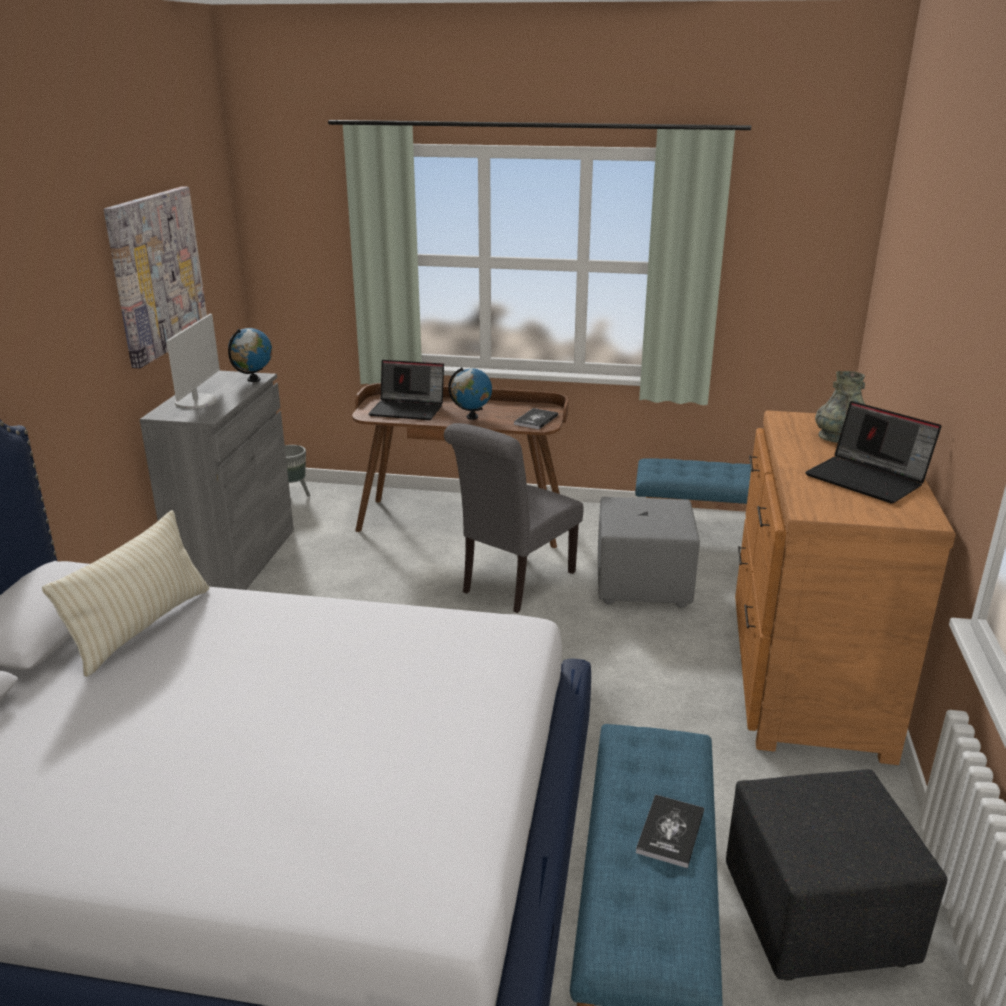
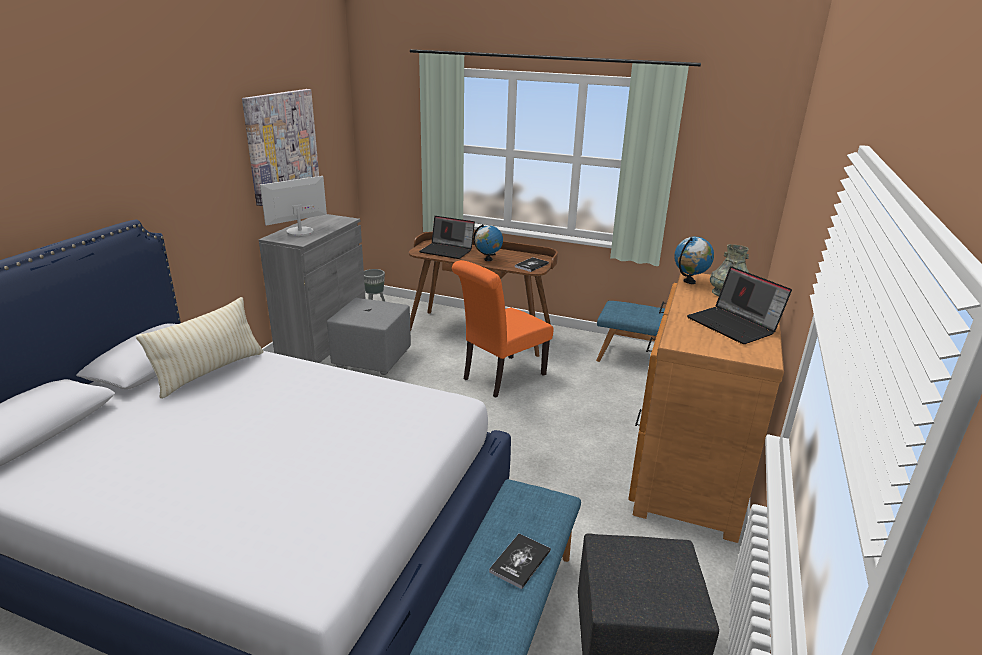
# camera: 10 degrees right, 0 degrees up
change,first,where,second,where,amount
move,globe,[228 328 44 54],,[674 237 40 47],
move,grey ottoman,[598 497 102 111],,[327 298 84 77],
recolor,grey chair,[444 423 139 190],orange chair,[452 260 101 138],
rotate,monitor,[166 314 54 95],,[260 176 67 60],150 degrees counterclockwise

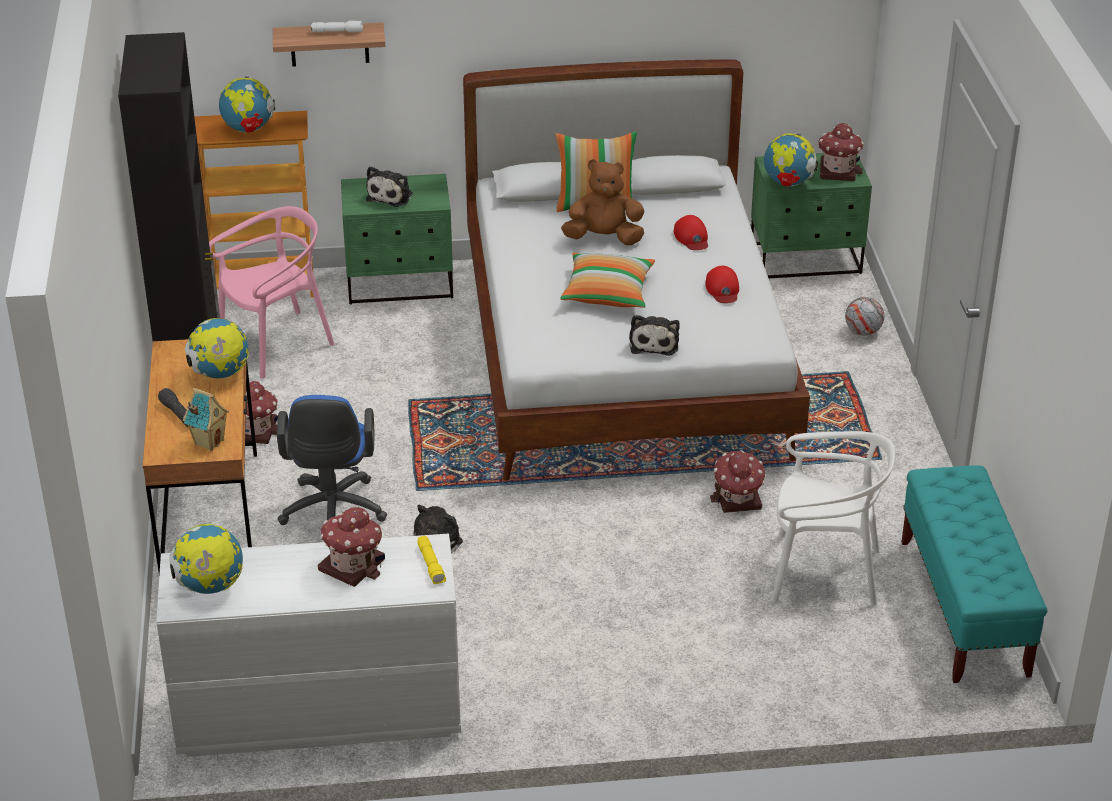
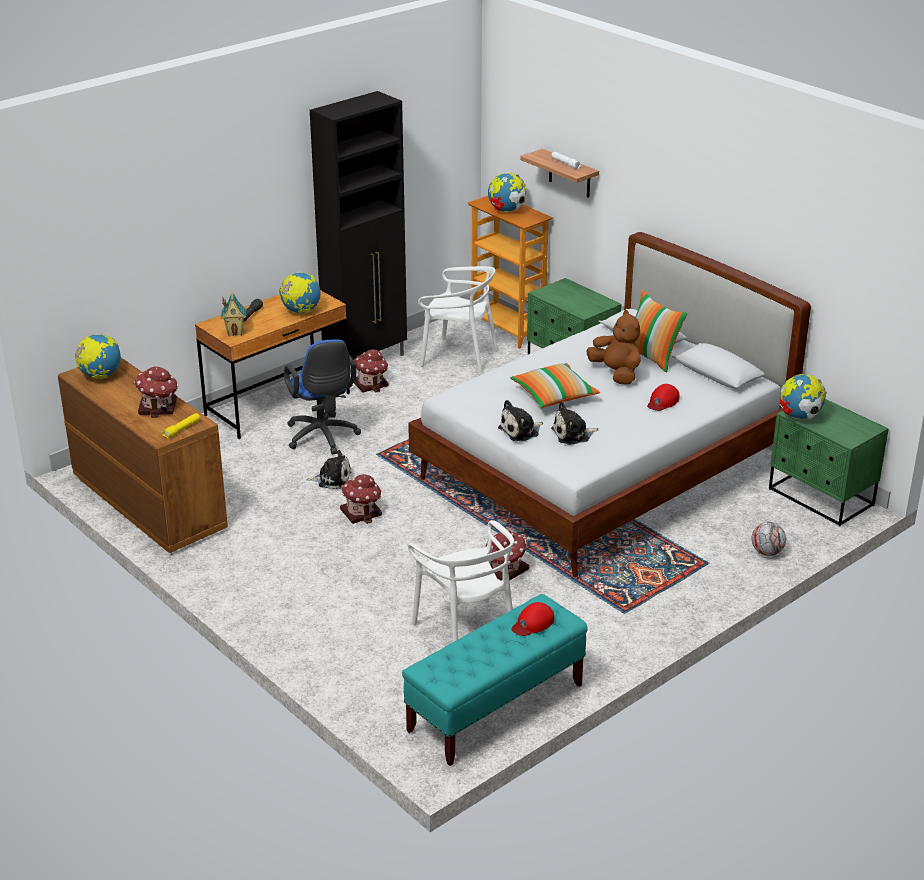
# camera: 55 degrees right, 5 degrees down
change,first,where,second,where,amount
move,plush toy,[366 166 47 41],,[551 402 48 43],
move,red cap,[705 266 34 37],,[511 602 43 34],
move,toy house,[818 123 46 58],,[340 474 42 50],
recolor,white dresser,[156 533 305 224],brown dresser,[58 358 170 195],
recolor,pink chair,[209 206 125 173],white chair,[418 266 80 108],
rotate,blue office chair,[277 395 110 130],,[284 339 77 116],75 degrees counterclockwise

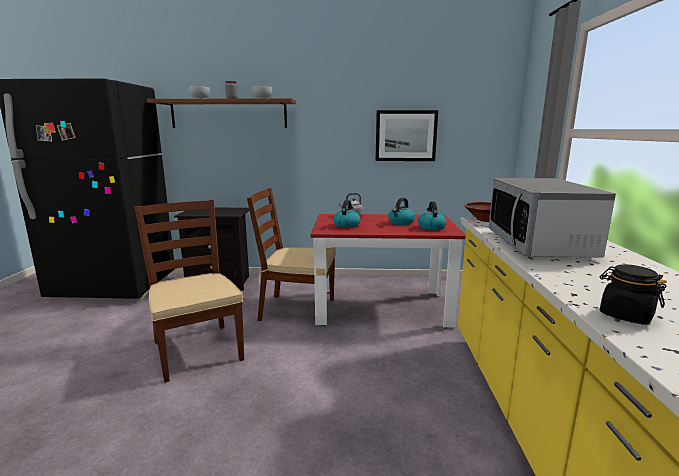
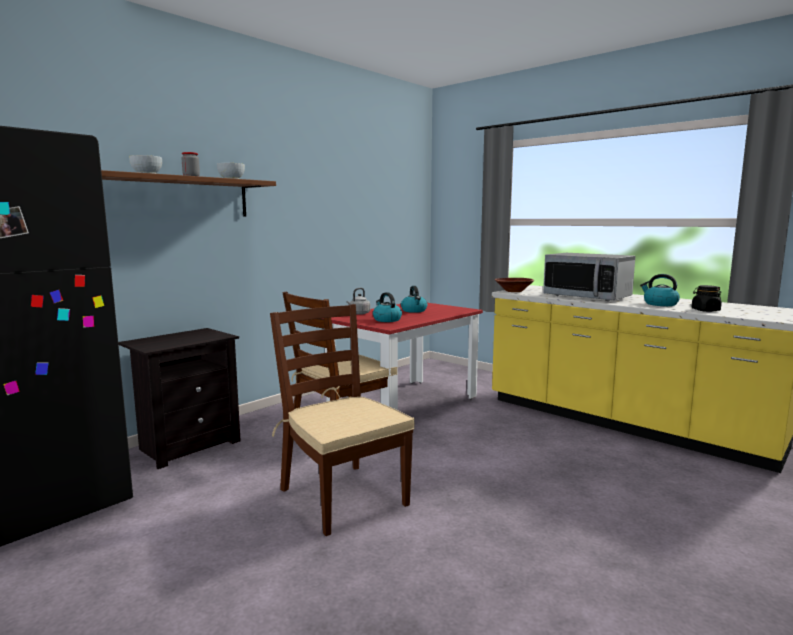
# camera: 50 degrees left, 5 degrees down
change,first,where,second,where,amount
delete,picture,[375 110 63 51],,,
move,kettle,[418 201 29 30],,[640 274 40 32],
rotate,brown chair,[134 200 110 183],,[270 304 145 232],45 degrees clockwise

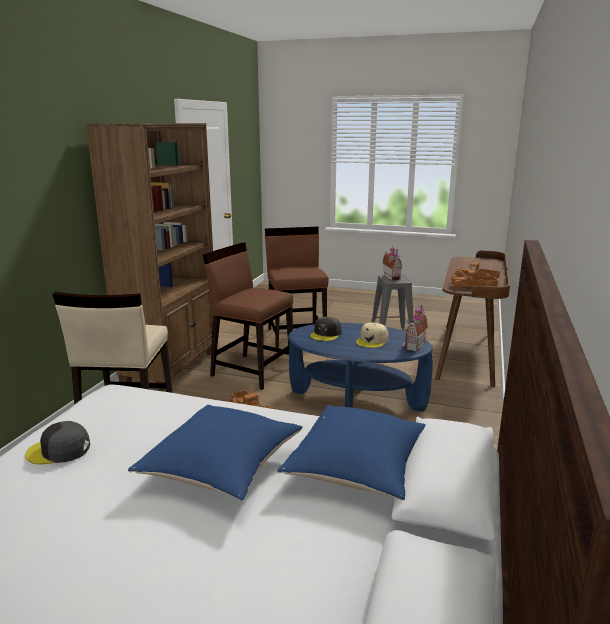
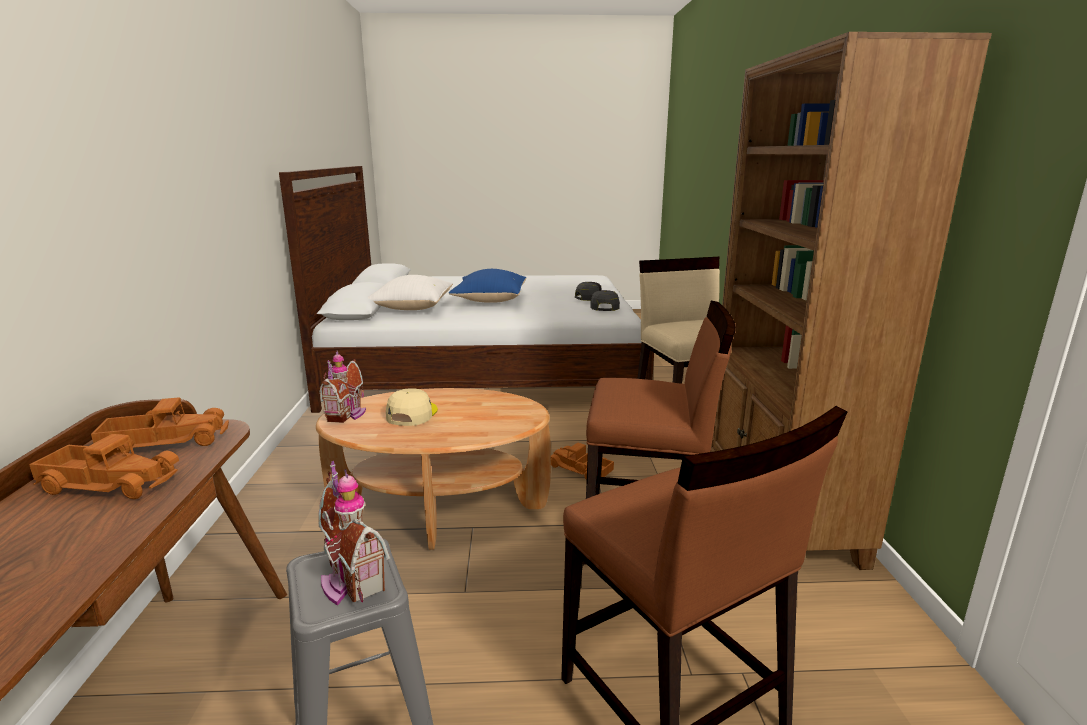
# camera: 160 degrees right, 0 degrees up
change,first,where,second,where,amount
move,grey cap,[310 317 32 24],,[590 290 30 21],
recolor,blue pillow,[277 405 149 96],white pillow,[367 275 86 35],
recolor,blue coffee table,[288 323 145 89],brown coffee table,[316 388 235 162],

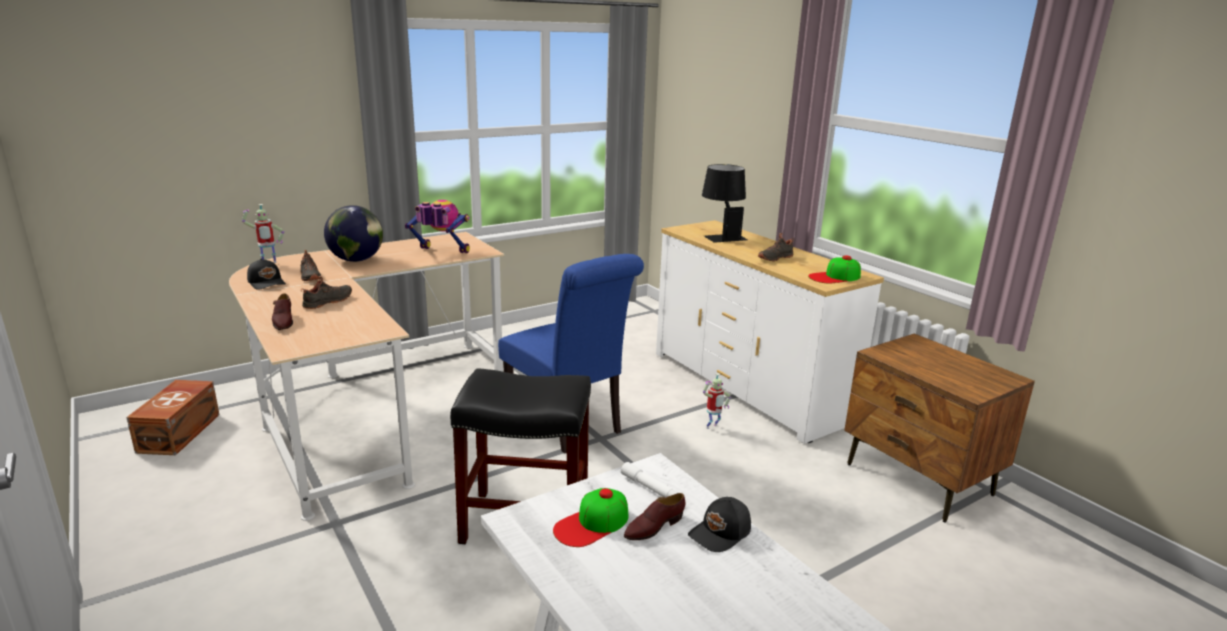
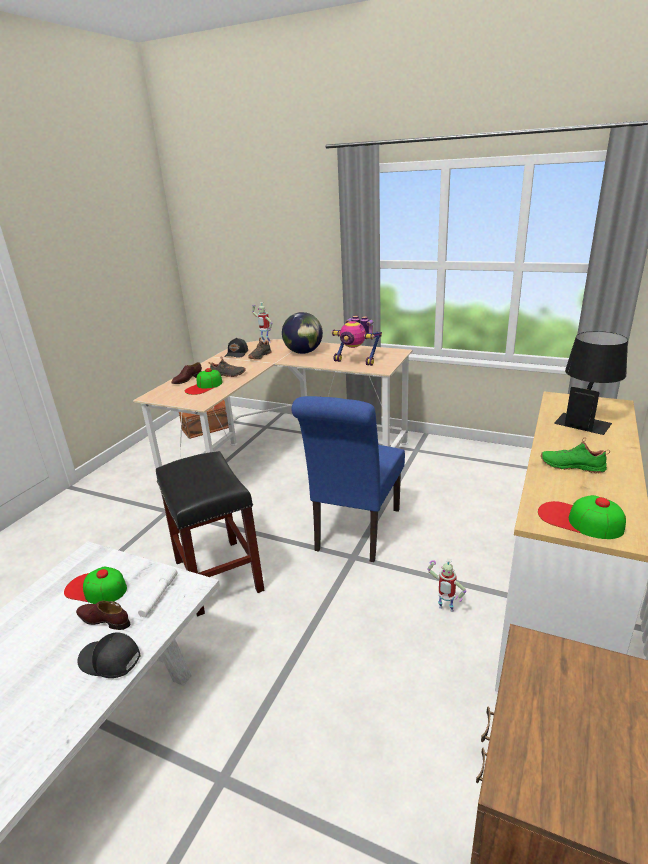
# camera: 60 degrees right, 5 degrees up
change,first,where,second,where,amount
insert,,,cap,[185 368 38 27],
recolor,black shoe,[758 233 36 28],green shoe,[541 437 69 37],
rotate,toy robot,[405 200 65 53],,[331 316 51 50],135 degrees clockwise

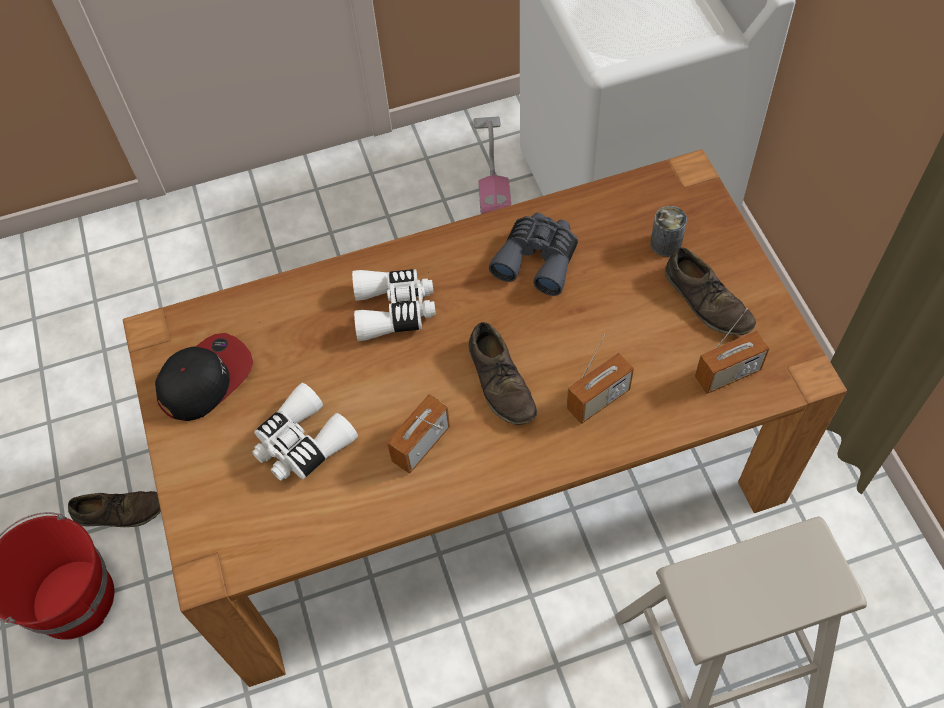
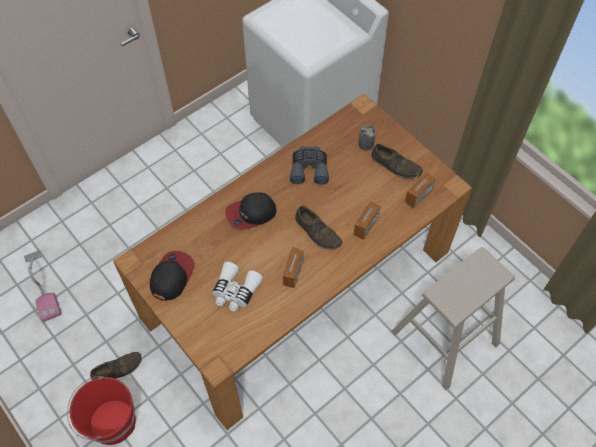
# camera: 25 degrees left, 0 degrees up
change,first,where,second,where,amount
move,vacuum cleaner,[473 116 38 98],,[24 250 38 72],
replace,white binoculars,[352 269 84 72],cap,[225 192 52 38],

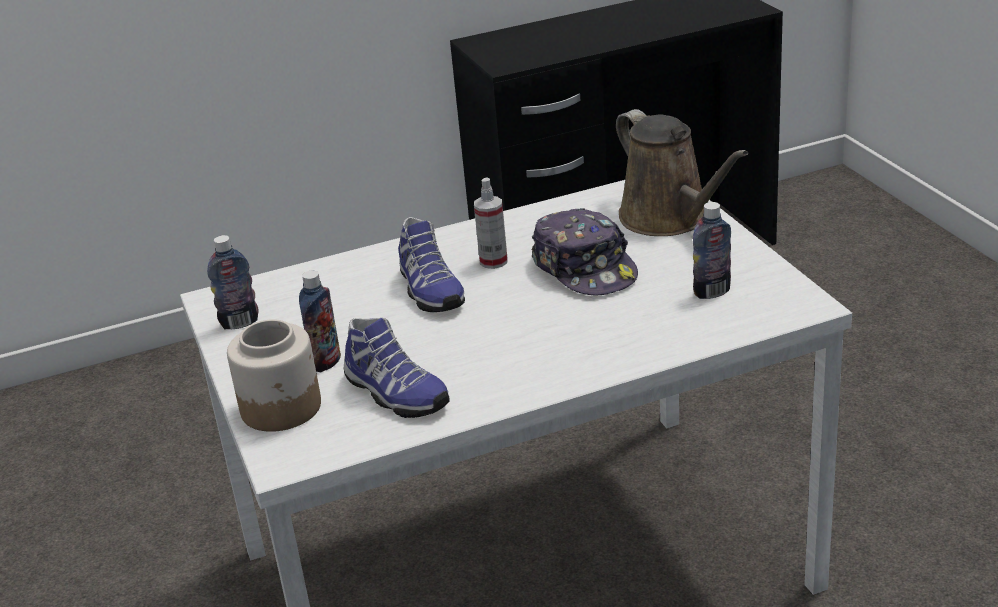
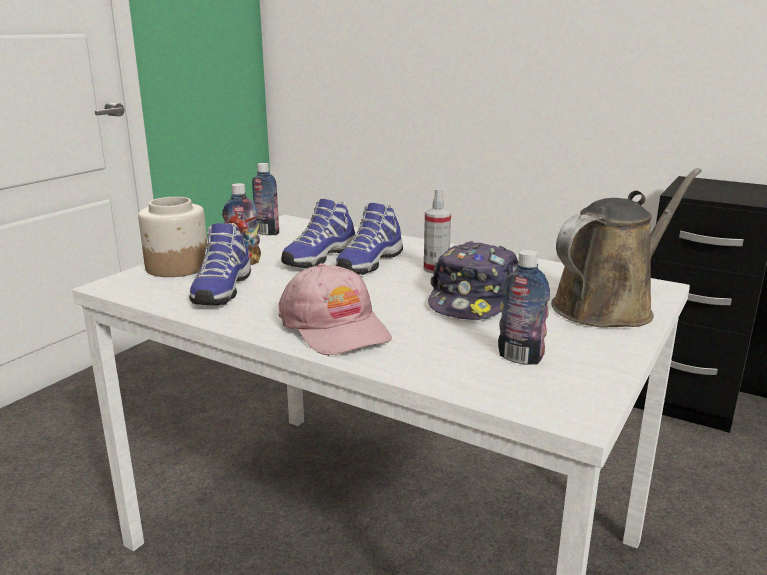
# camera: 50 degrees right, 10 degrees down
change,first,where,second,where,amount
insert,,,pink cap,[278 263 114 93],
insert,,,shoe,[281 199 74 69],
rotate,brown watering can,[616 109 133 127],,[551 168 150 160],150 degrees counterclockwise

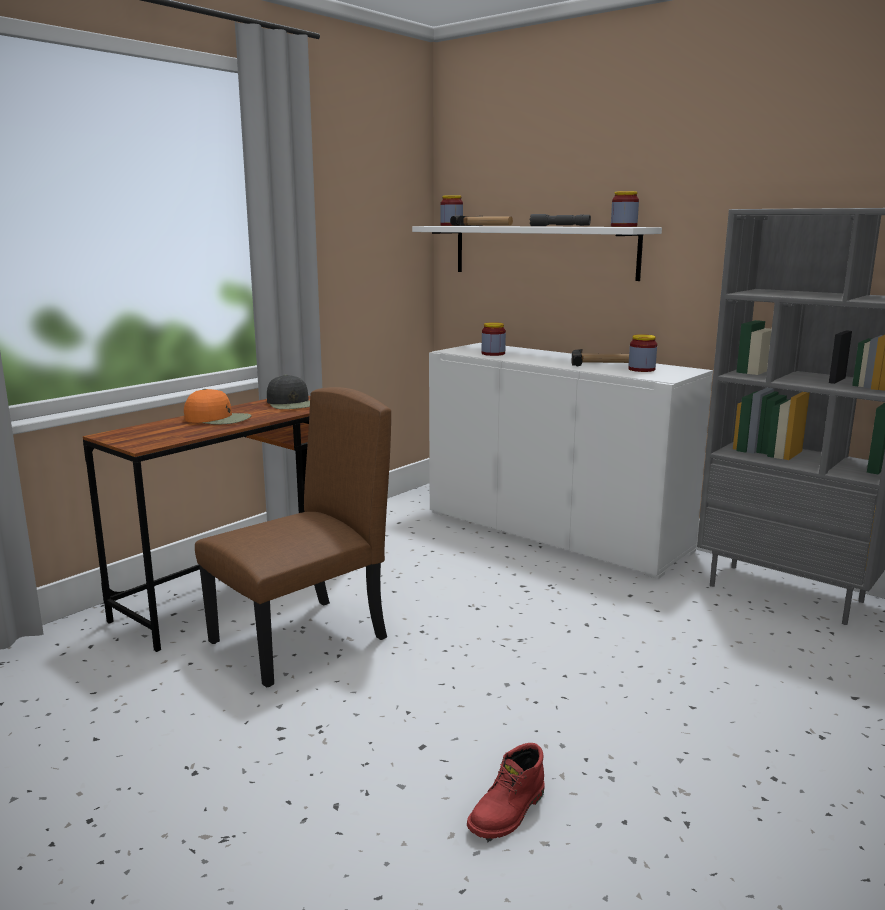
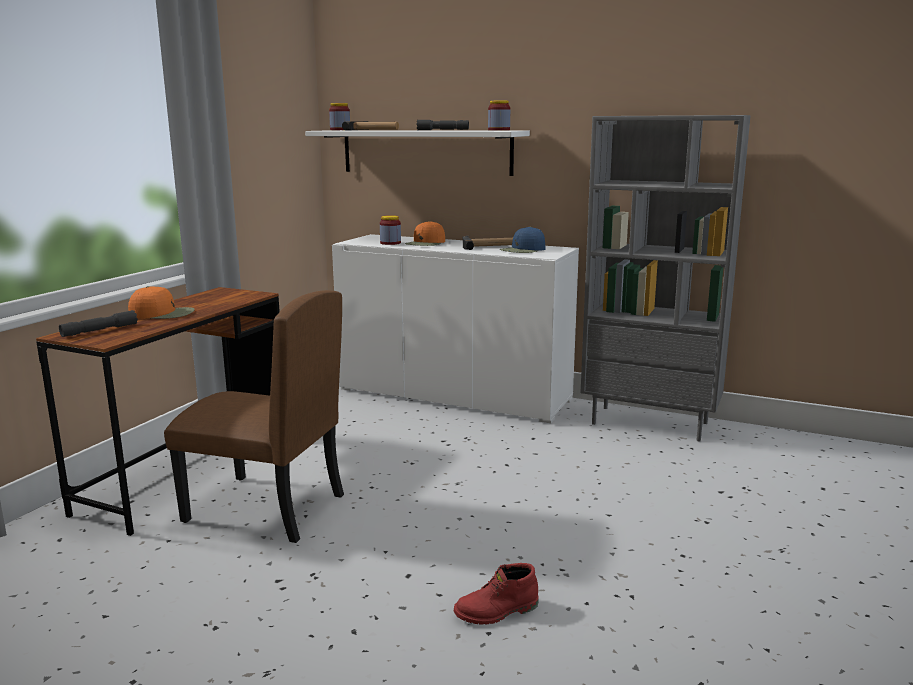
# camera: 15 degrees left, 0 degrees up
change,first,where,second,where,amount
delete,black cap,[267 375 43 34],,,
insert,,,grey flashlight,[59 310 79 27],
insert,,,orange cap,[405 221 40 25],
replace,jar,[628 334 29 38],blue cap,[500 227 46 26],
rotate,brown chair,[195 387 196 300],,[164 290 180 253],75 degrees clockwise
rotate,red boot,[467 743 78 96],,[454 563 85 62],45 degrees clockwise

